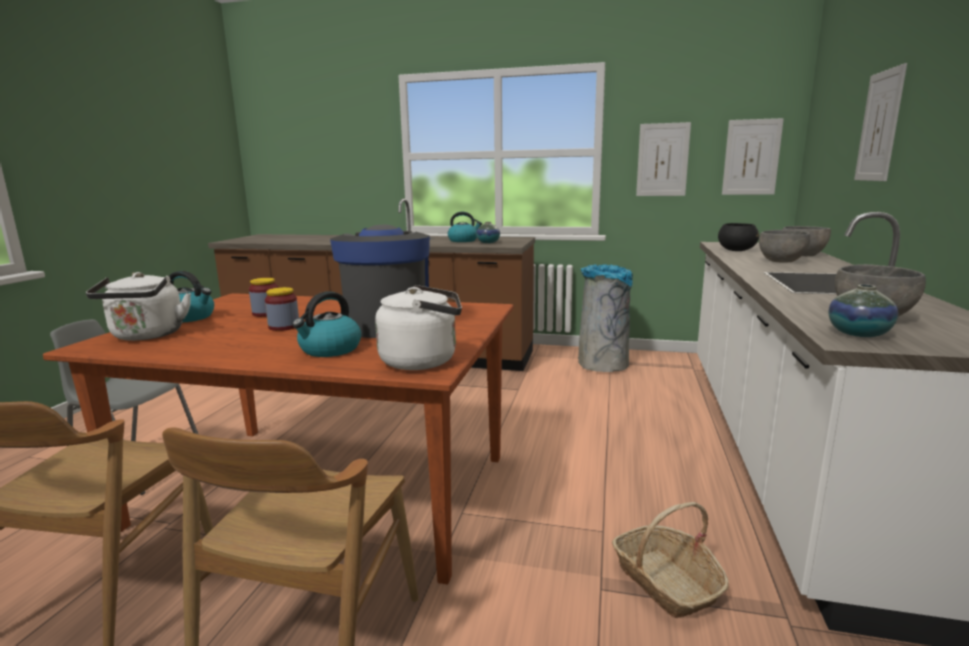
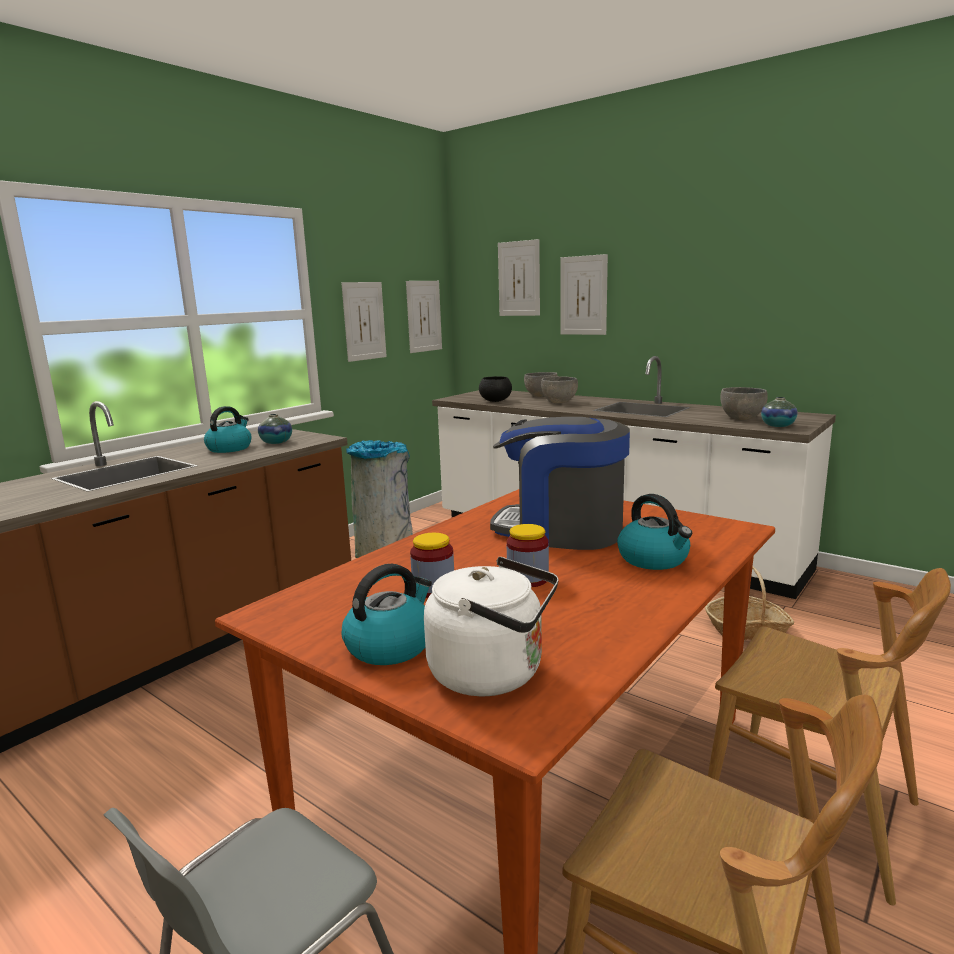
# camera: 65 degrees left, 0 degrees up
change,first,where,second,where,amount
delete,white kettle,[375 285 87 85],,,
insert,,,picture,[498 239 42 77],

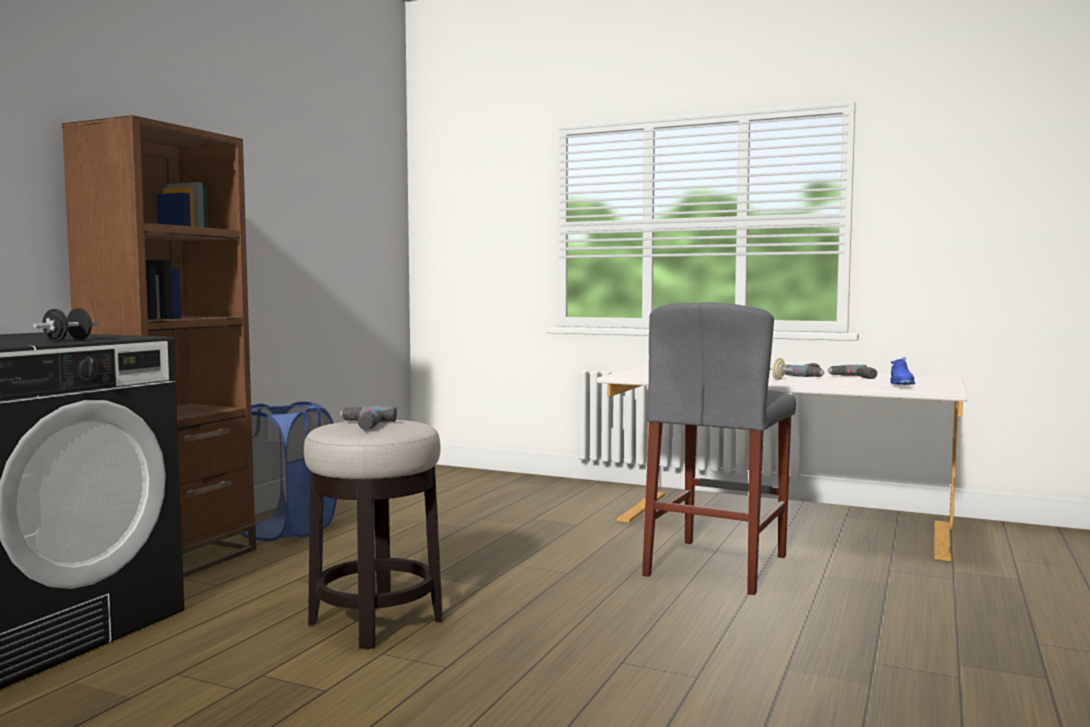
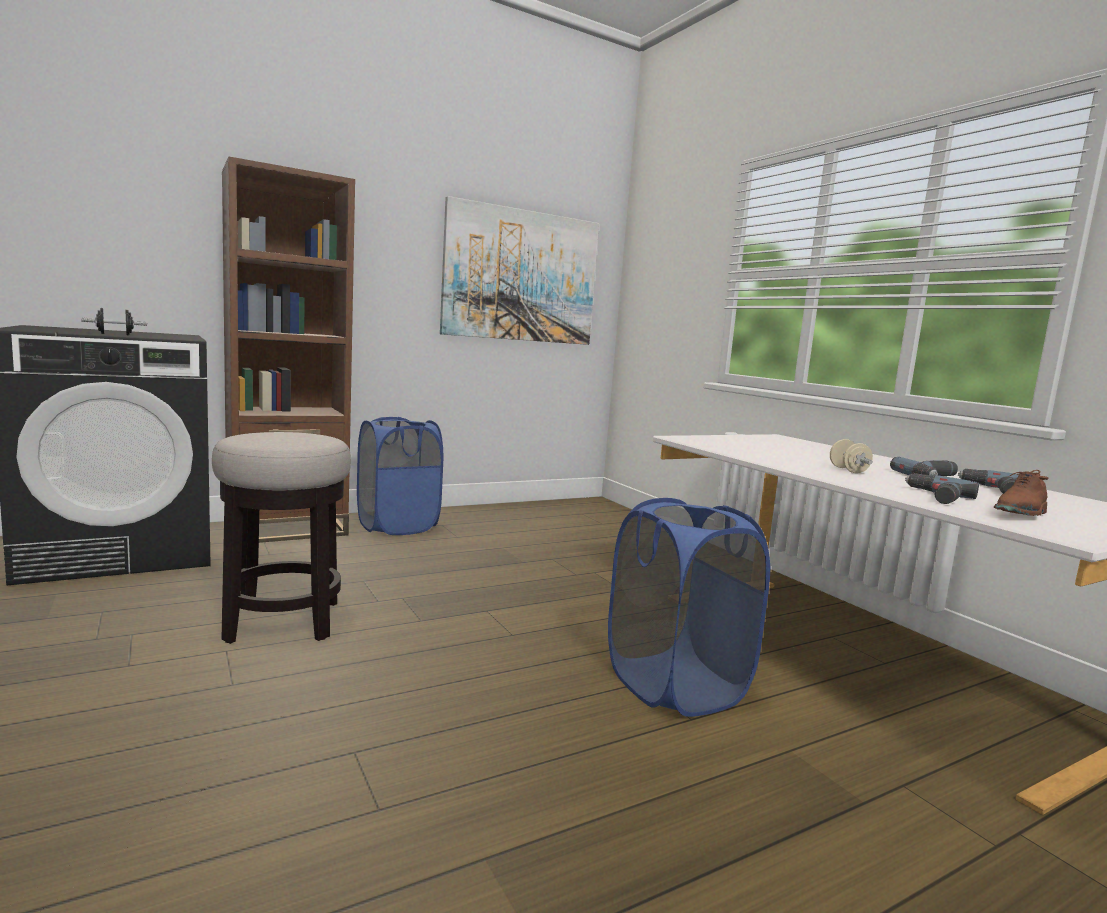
# camera: 35 degrees right, 5 degrees up
change,first,where,second,where,amount
insert,,,picture,[440 196 159 149],
move,power drill,[340 406 57 24],,[905 473 74 31],
replace,grey stool,[642 302 154 293],blue laundry basket,[608 498 162 219],
recolor,blue shoe,[890 357 25 28],brown shoe,[994 470 55 46],

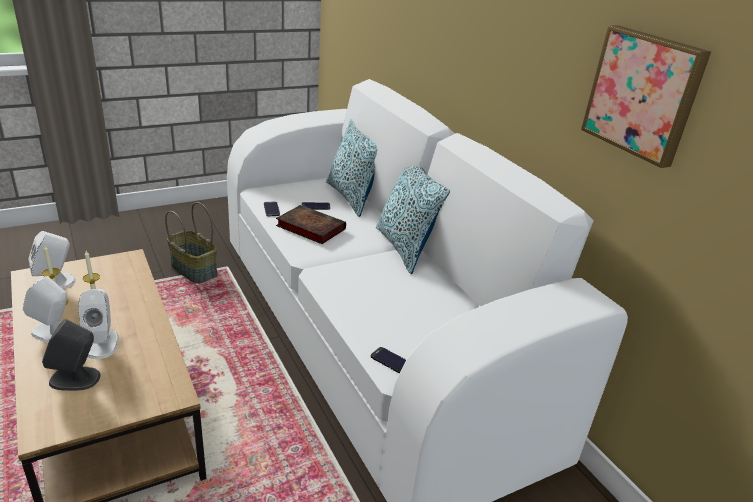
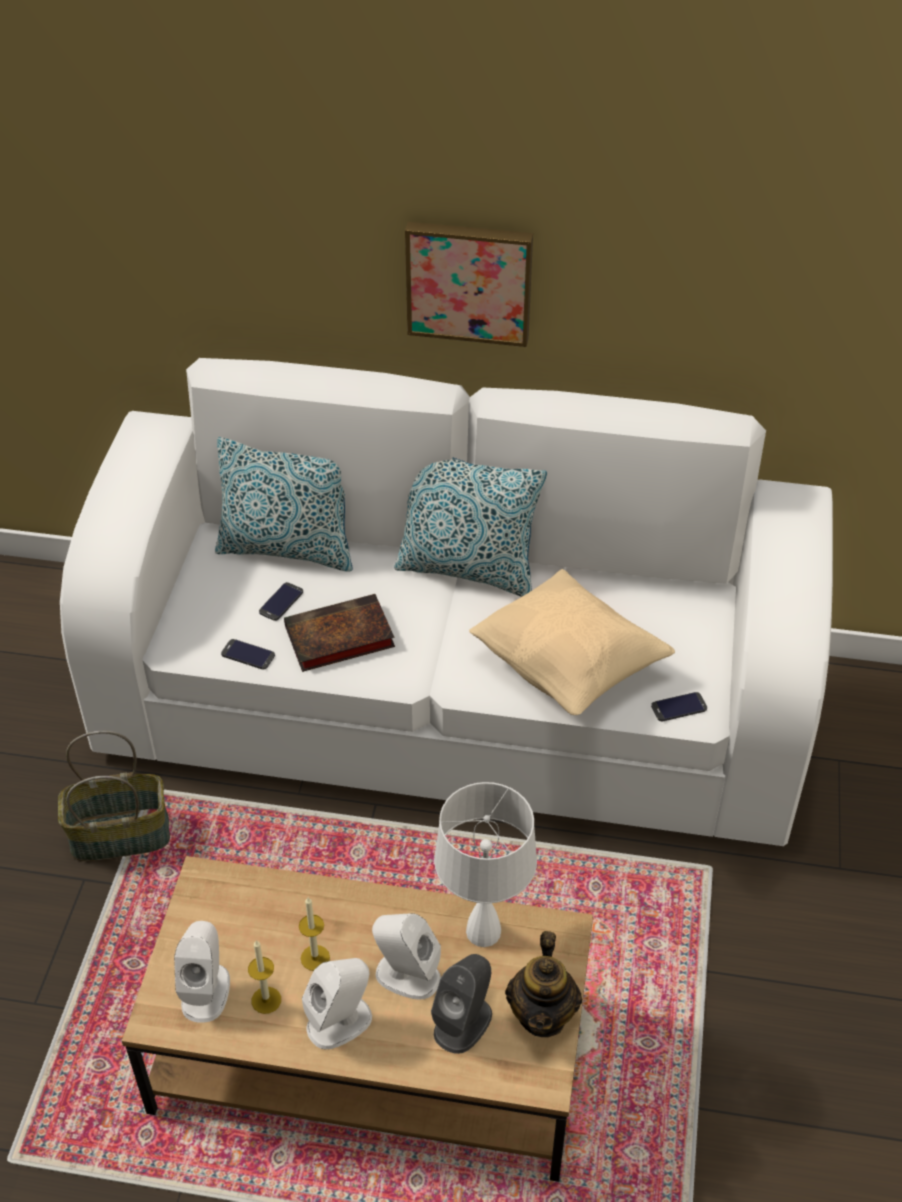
# camera: 50 degrees left, 15 degrees up
change,first,where,second,where,amount
insert,,,white table lamp,[434 782 103 165],
insert,,,beige pillow,[469 569 206 146],
insert,,,teapot,[505 931 77 106],
move,picture,[581 25 130 143],,[405 222 128 125],

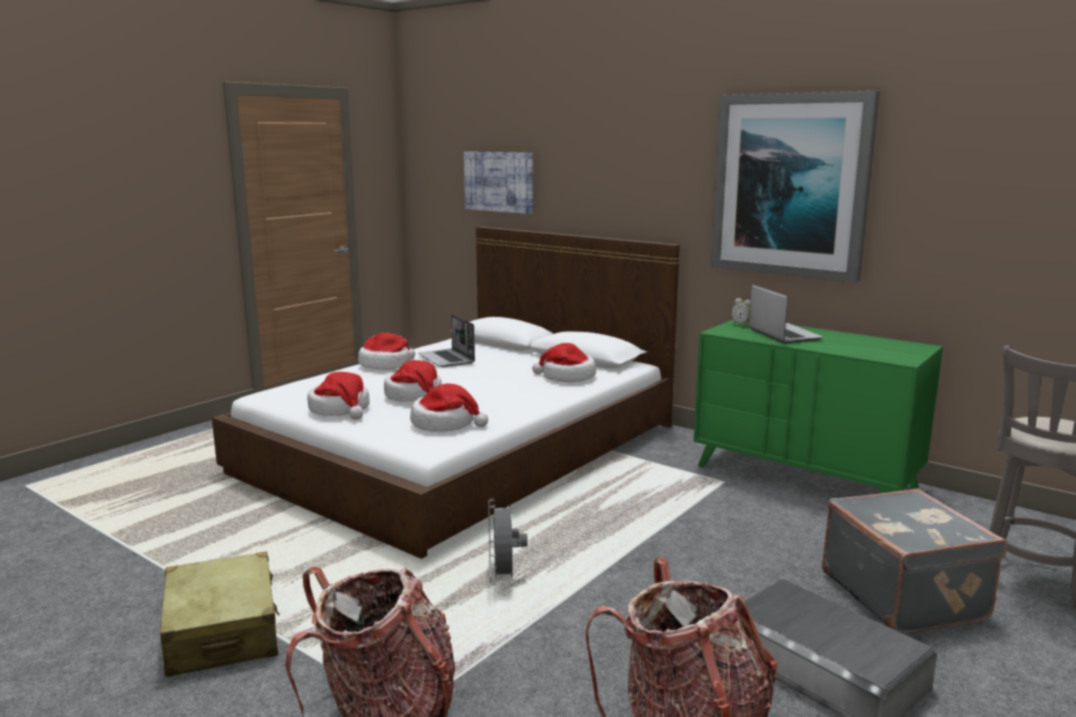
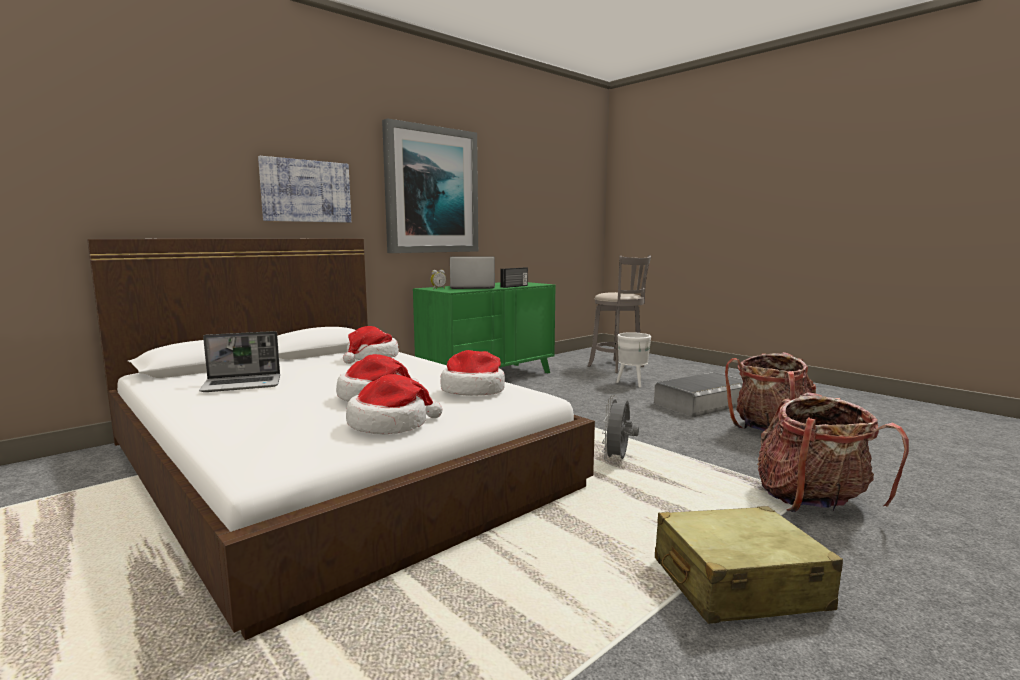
# camera: 80 degrees left, 5 degrees down
change,first,where,second,where,amount
delete,hat,[358 332 57 37],,,
insert,,,radio,[500 268 28 20],
move,picture,[464 152 69 62],,[258 156 93 67],
replace,grey suitcase,[822 488 185 146],white planter,[616 332 35 55],
rotate,grey fan,[488 499 40 86],,[602 395 37 66],105 degrees clockwise

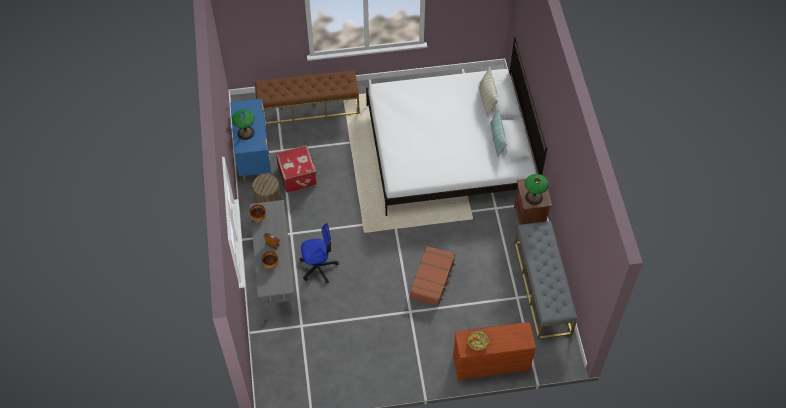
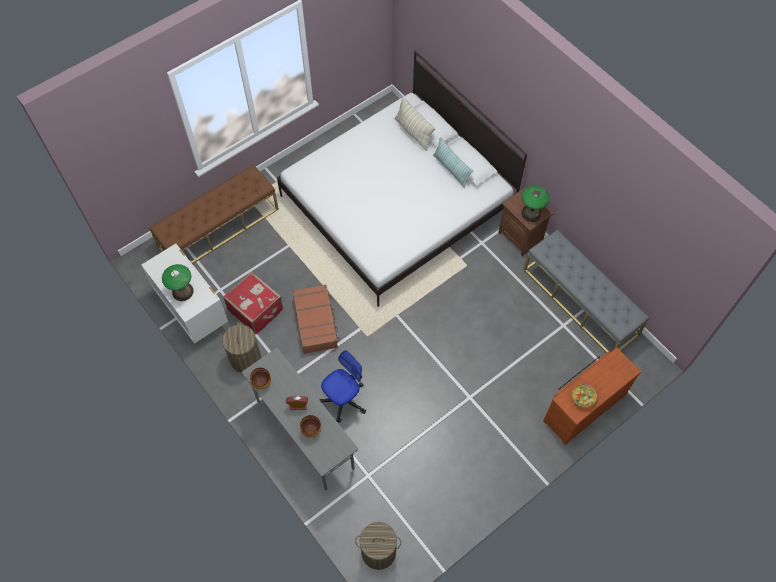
# camera: 30 degrees left, 5 degrees up
change,first,where,second,where,amount
insert,,,laundry basket,[355 522 46 48],
move,brown suitcase,[410 246 46 60],,[293 285 47 69],
recolor,blue dresser,[230 99 41 81],white dresser,[142 244 86 100],

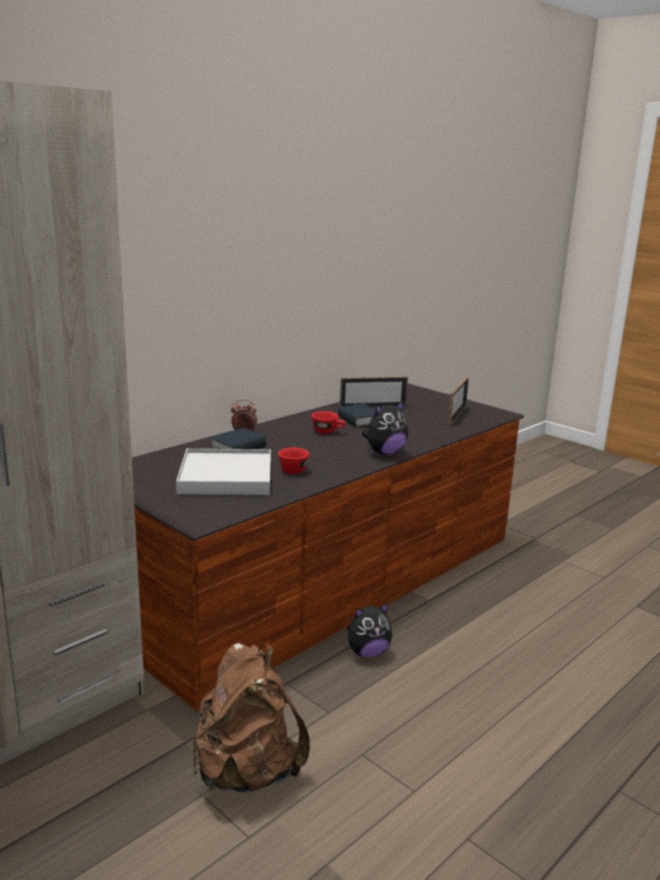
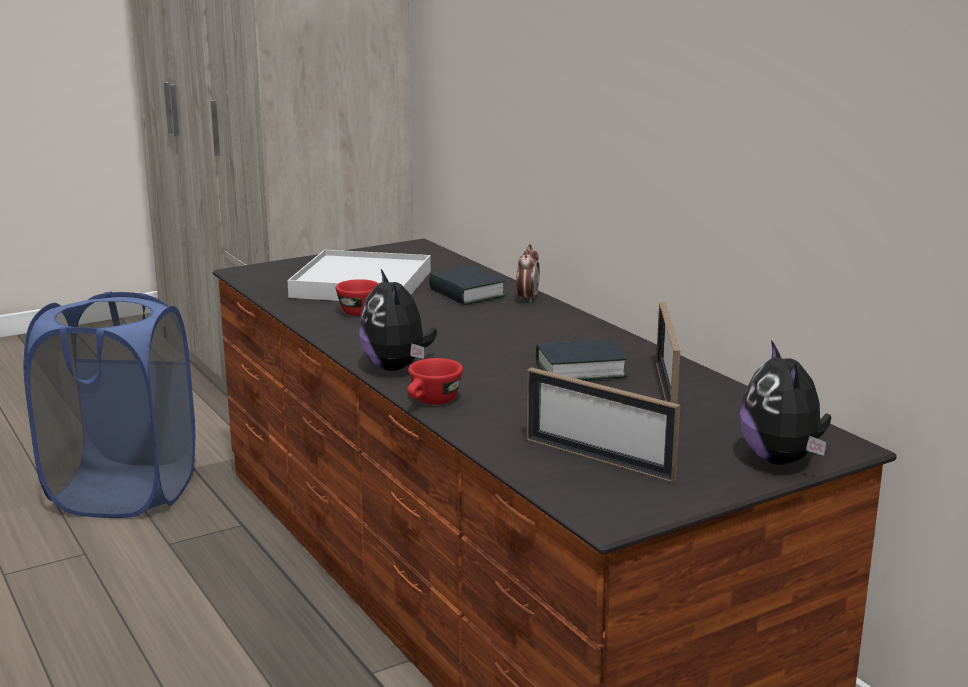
# camera: 105 degrees right, 0 degrees up
change,first,where,second,where,amount
move,red cup,[312 411 34 23],,[407 358 56 47],
move,plush toy,[347 603 45 55],,[740 340 91 125],
replace,brown backpack,[193 643 117 149],blue laundry basket,[23 292 172 226],

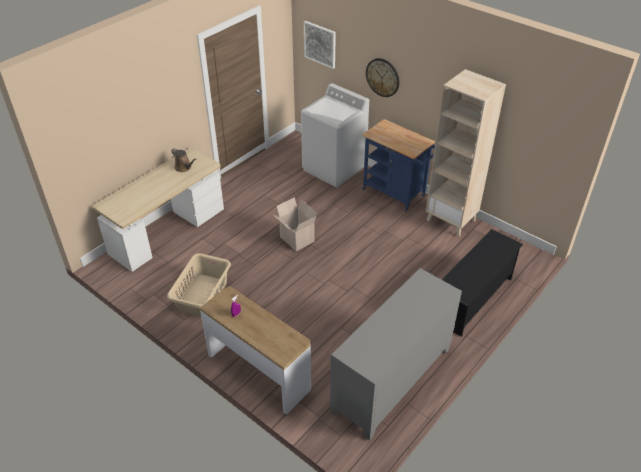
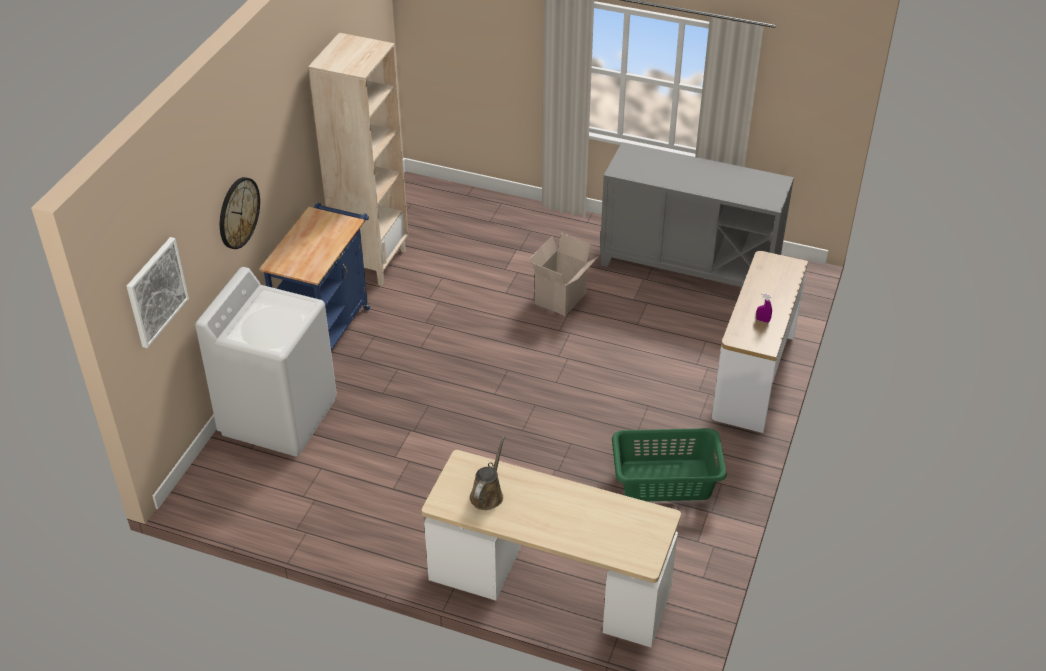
# camera: 110 degrees left, 0 degrees up
change,first,where,second,where,amount
delete,black shoe rack,[442 229 81 108],,,
move,cardboard box,[272 197 45 54],,[530 233 68 83],
recolor,beige laundry basket,[167 253 64 64],green laundry basket,[612 428 115 73],

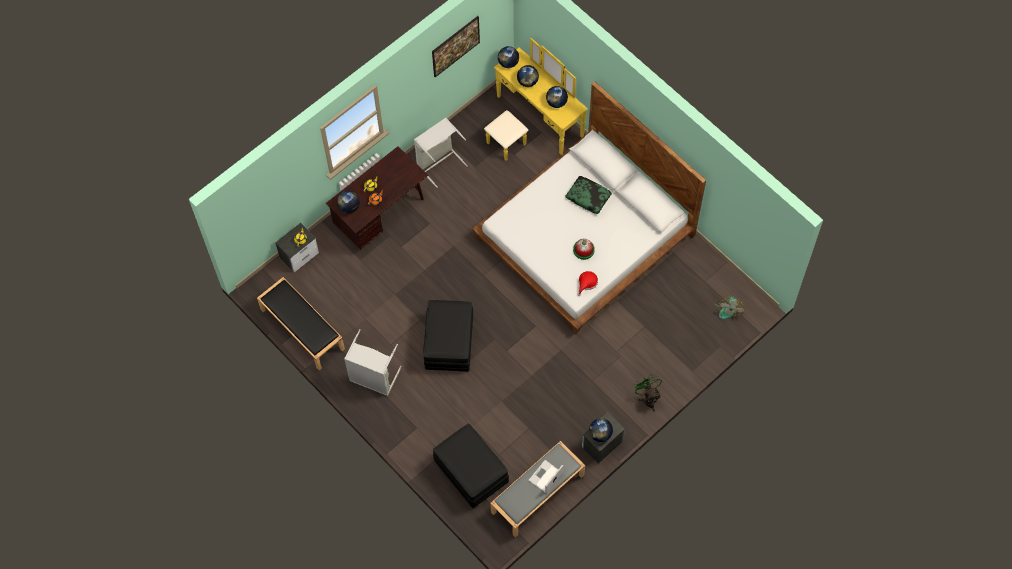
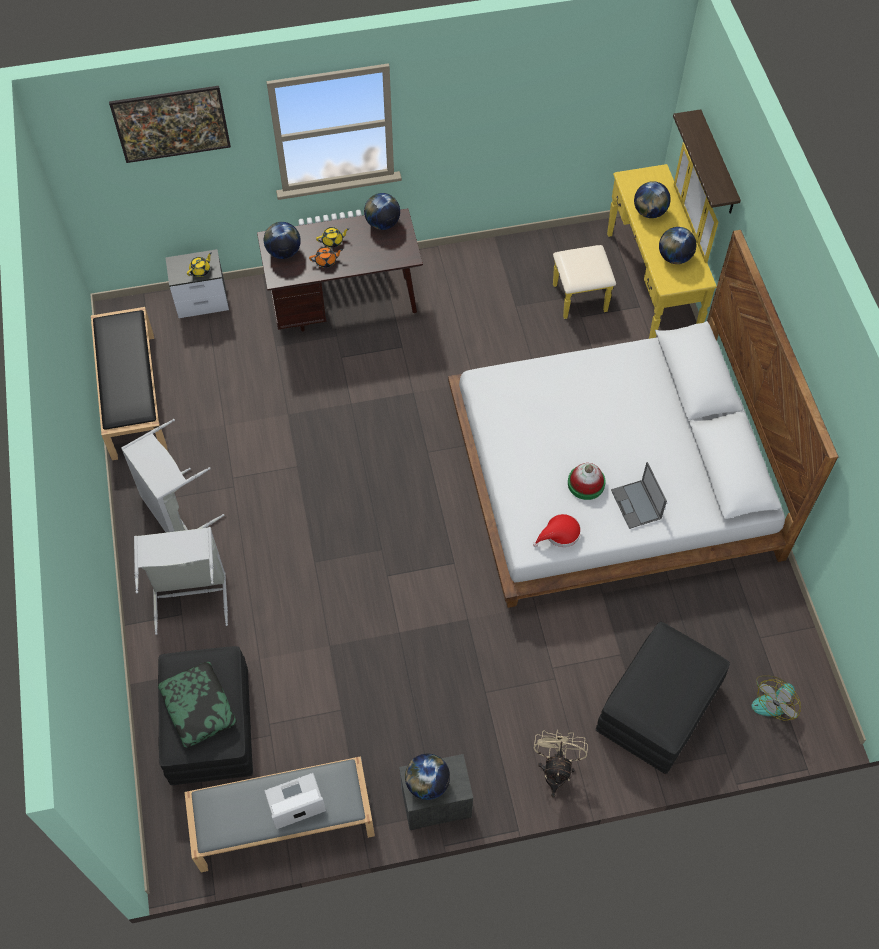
# camera: 30 degrees right, 5 degrees down
change,first,where,second,where,amount
insert,,,laptop,[611 462 56 67],
insert,,,shelf,[673 109 68 104],
move,grey laundry basket,[414 117 54 71],,[134 527 94 108],
move,black ottoman,[424 300 49 72],,[596 622 134 152],
move,picture,[432 16 48 61],,[109 86 122 77],
move,globe,[498 46 21 22],,[364 193 36 37],
move,pillow,[565 176 47 38],,[158 662 79 85],
recolor,green fan,[633 374 29 37],beige fan,[534 730 54 68],

